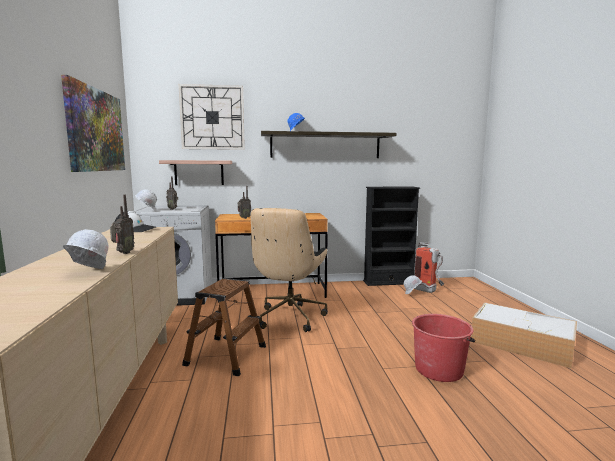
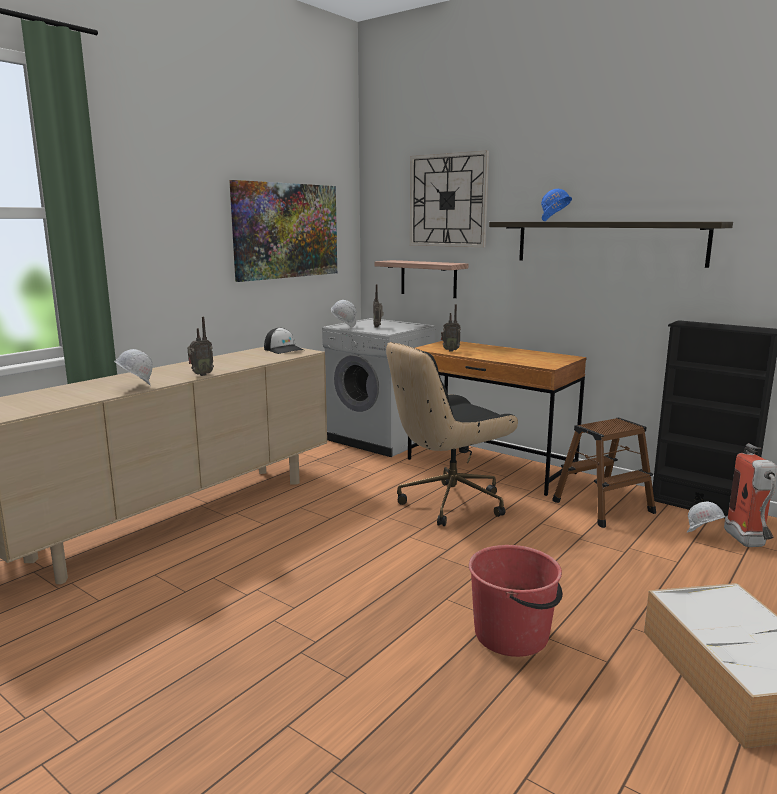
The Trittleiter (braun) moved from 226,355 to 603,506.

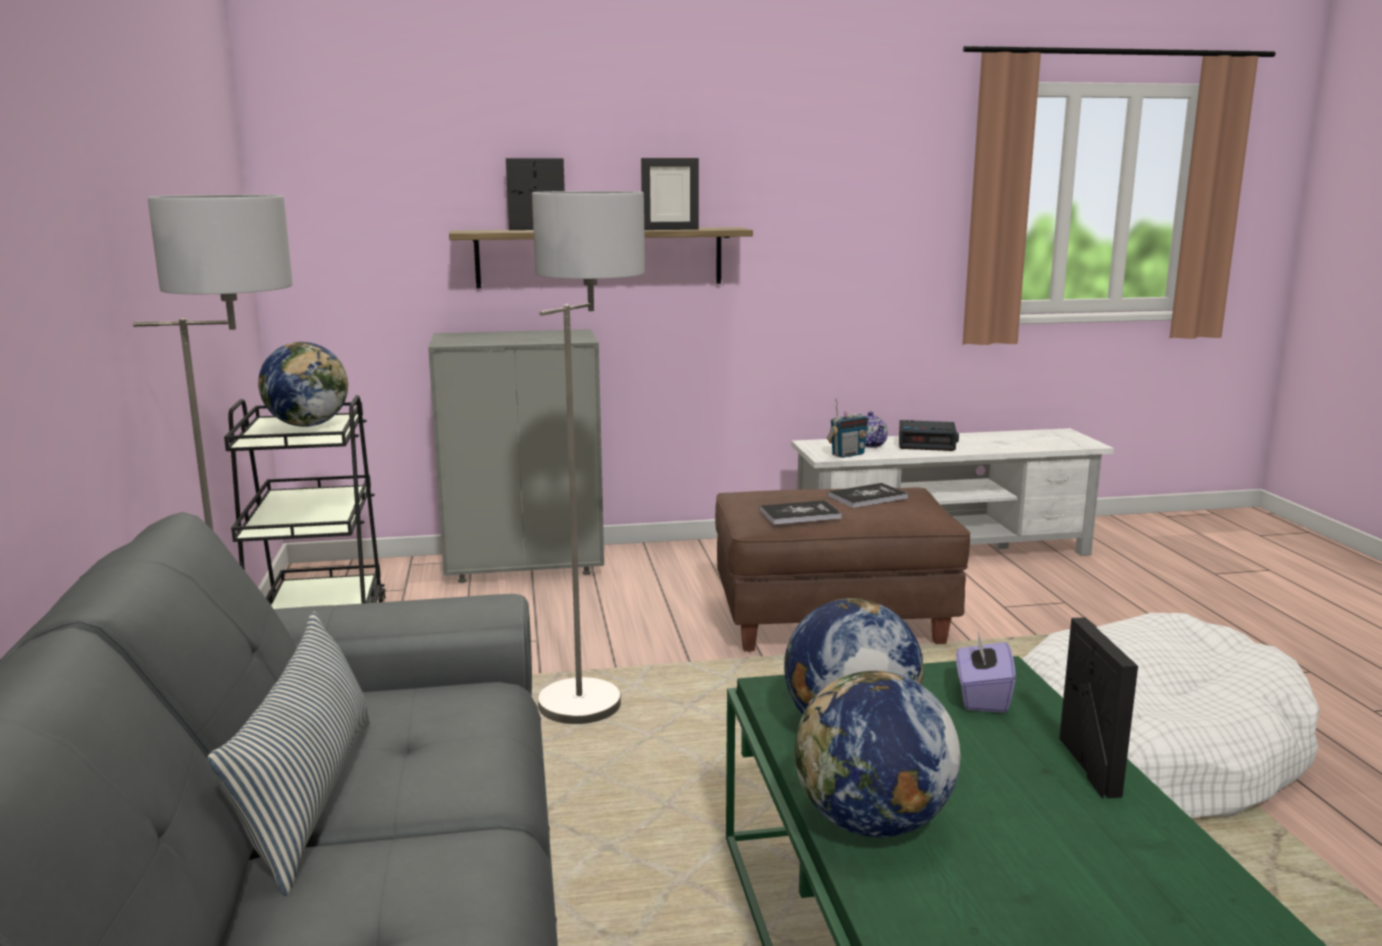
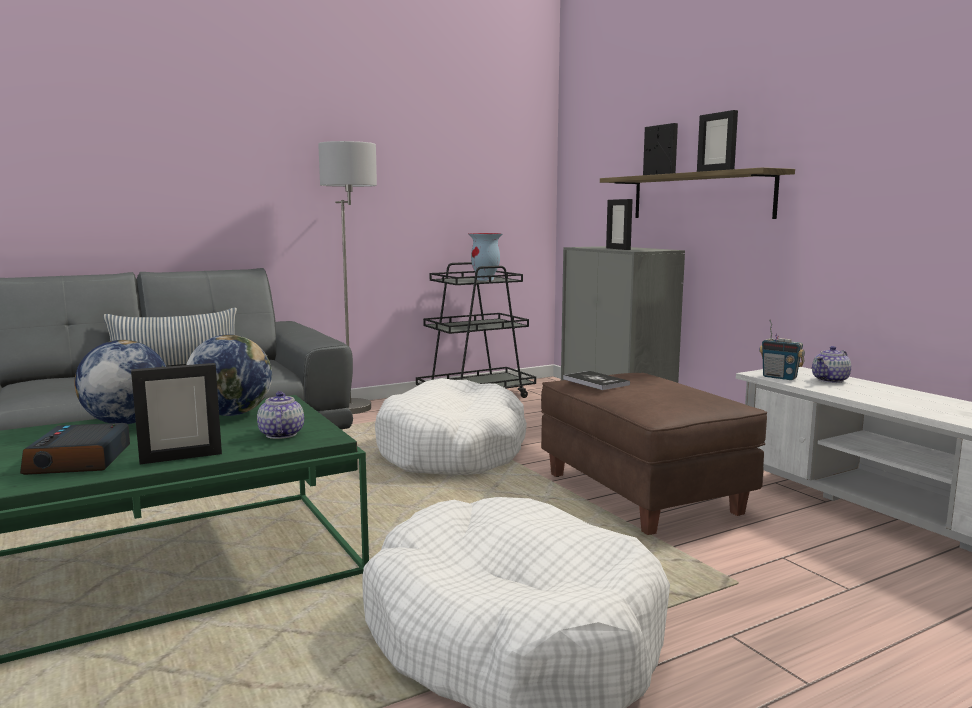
The Globus at 308,425 was replaced by the Vase at 486,279.
The Stehlampe (grau) at 594,695 was replaced by the Hundebett (weiß) at 453,450.
The Buch at 867,497 disappeared.
The Wecker moved from 927,443 to 80,460.
The Taschentuchbox (lila) at 982,697 was replaced by the Teekanne at 280,434.
The Bilderrahmen at 618,249 appeared.

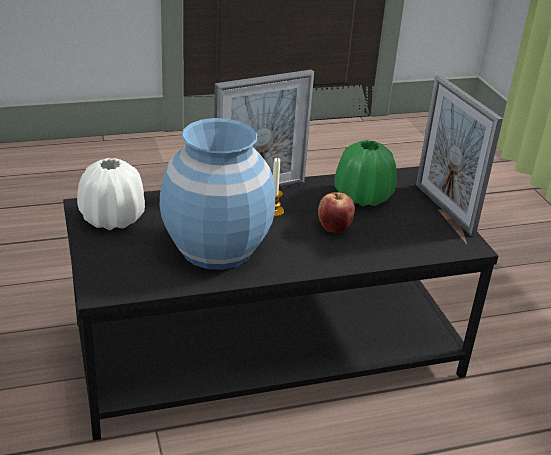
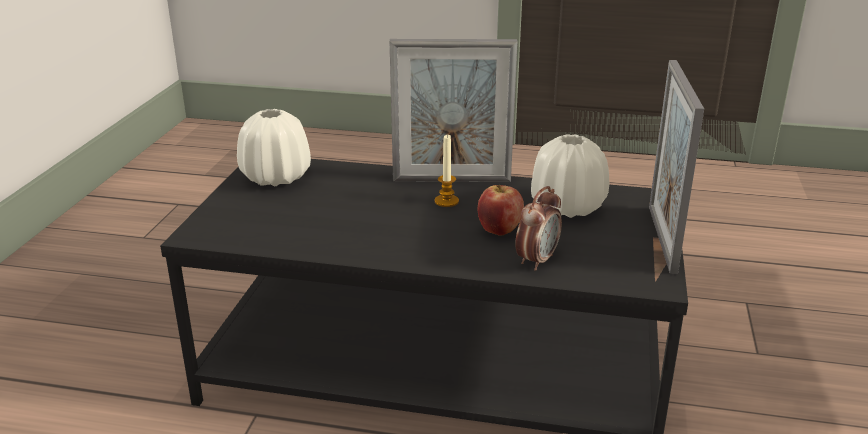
The Vase (blau) at 216,249 disappeared.
The Vase (grün) at 363,197 became the Vase (weiß) at 567,207.
The Wecker at 537,260 appeared.

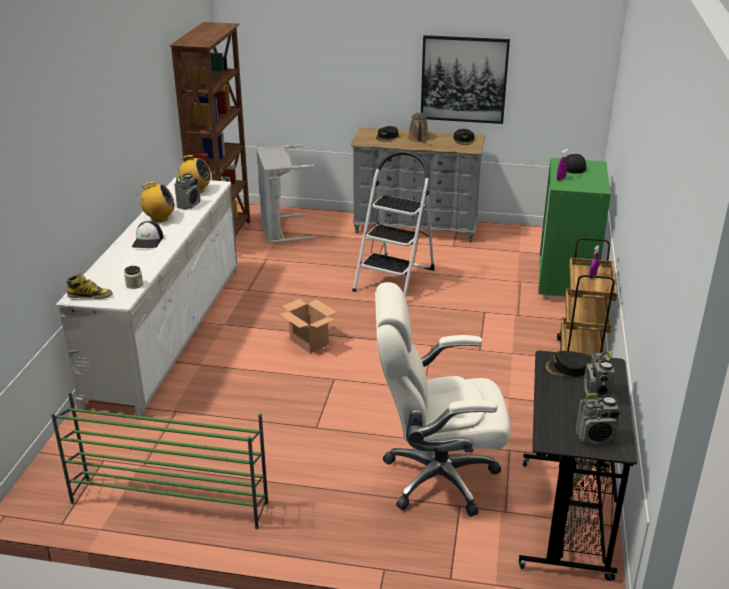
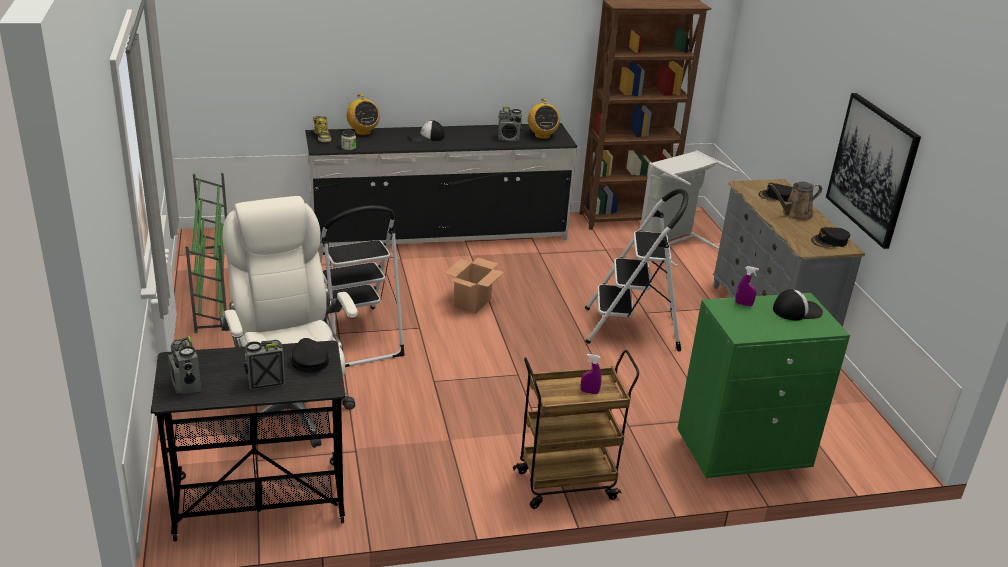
The Schrank (weiß) at 167,333 became the Schrank (schwarz) at 437,233.
The Radio moved from 159,218 to 363,132.
The Trittleiter at 356,338 appeared.

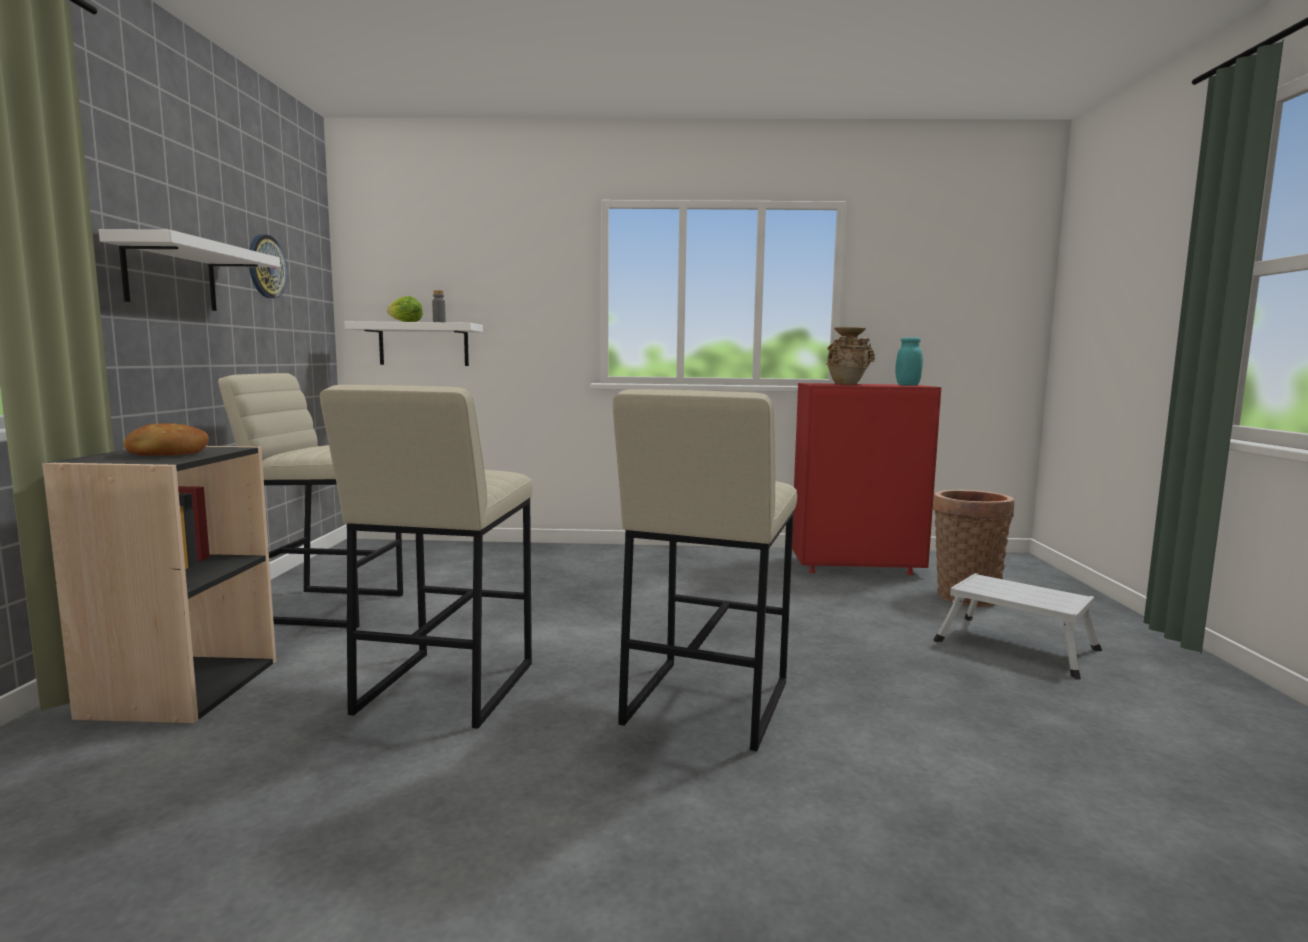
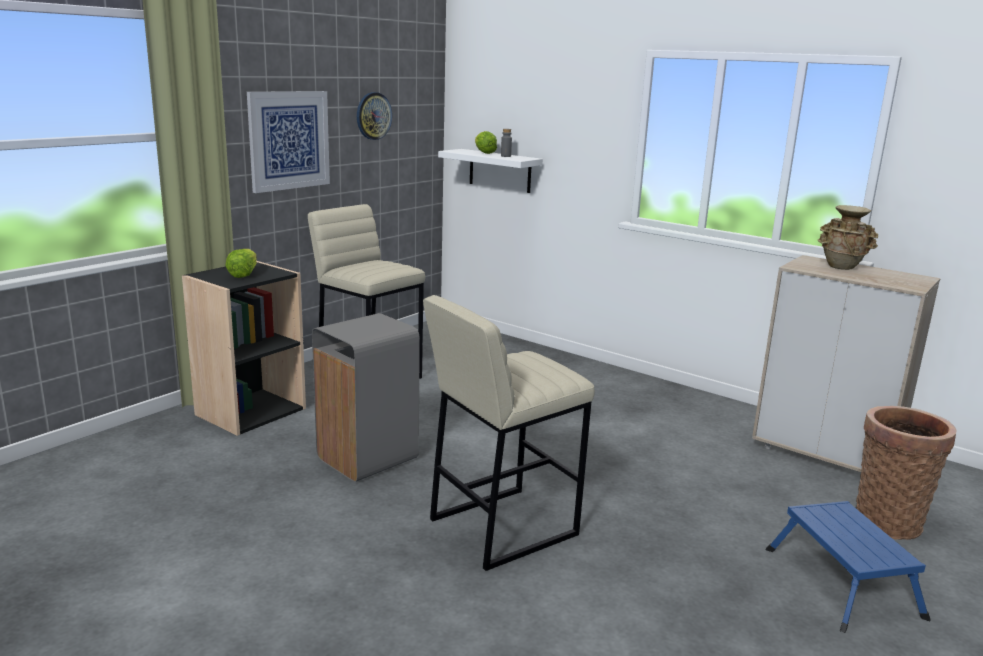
The Wandregal (weiß) at 170,275 was replaced by the Bild at 289,140.
The Brot at 167,453 was replaced by the Salatkopf at 243,274.
The Hocker (beige) at 444,690 was replaced by the Mülleimer (grau) at 366,458.
The Schrank (rot) at 857,566 became the Schrank (beige) at 826,455.
The Vorratsglas (türkis) at 907,385 disappeared.
The Trittleiter (weiß) at 1017,645 became the Trittleiter (blau) at 843,583.

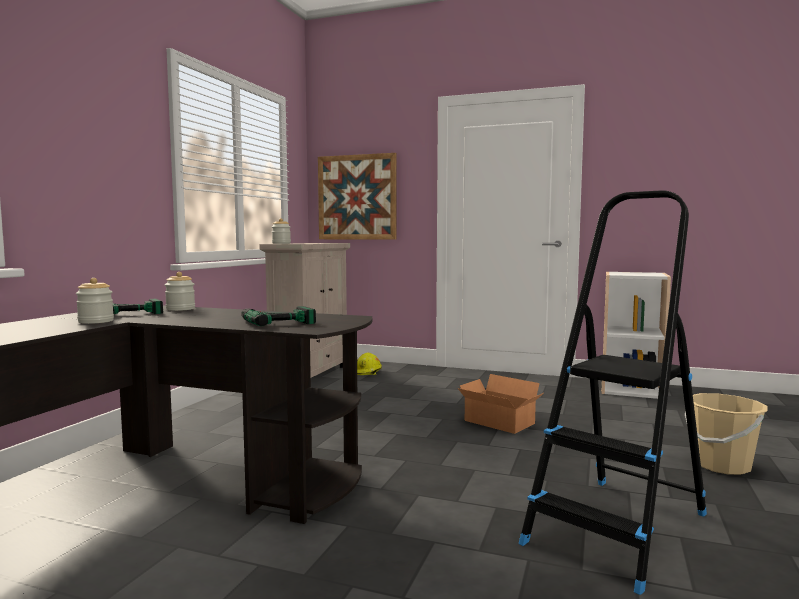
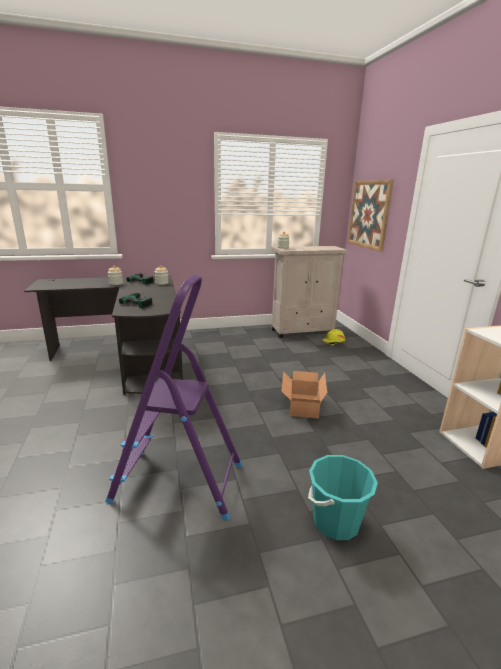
The Trittleiter (schwarz) at 616,528 became the Trittleiter (lila) at 177,482.
The Eimer (beige) at 721,465 became the Eimer (türkis) at 336,521.

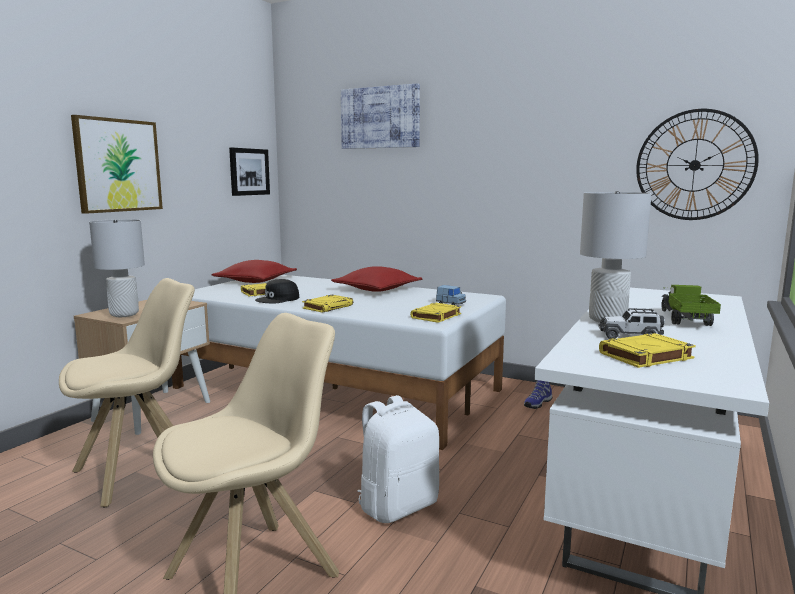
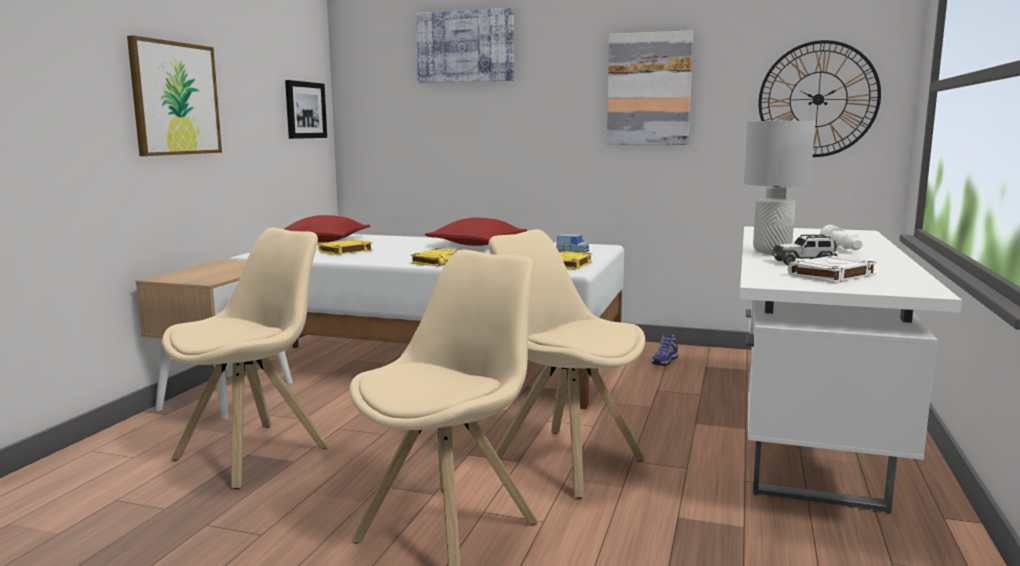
The Tischlampe (grau) at 124,316 disappeared.
The Kappe (schwarz) at 278,299 disappeared.
The Rucksack (weiß) at 397,506 was replaced by the Stuhl (beige) at 565,460.
The Buch (gelb) at 645,356 became the Buch (weiß) at 831,275.
The Spielzeuglaster at 685,319 was replaced by the Taschenlampe (weiß) at 841,249.
The Bild at 649,89 appeared.

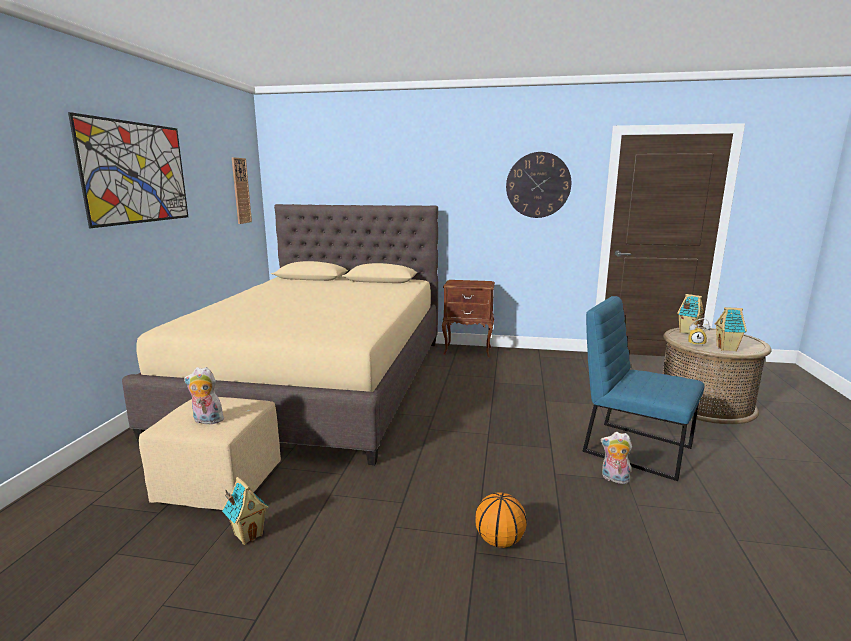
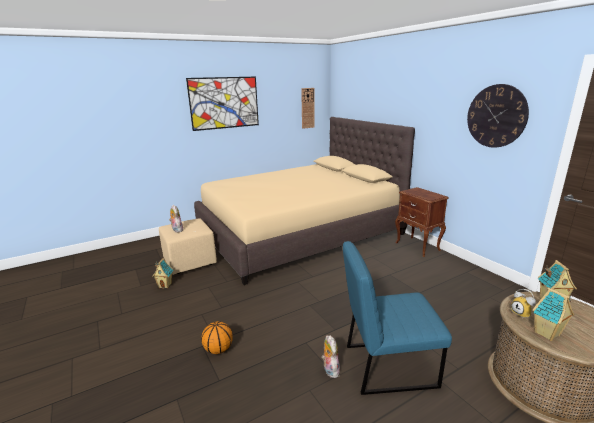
The Stuhl (blau) at 633,448 turned 90 degrees counterclockwise.

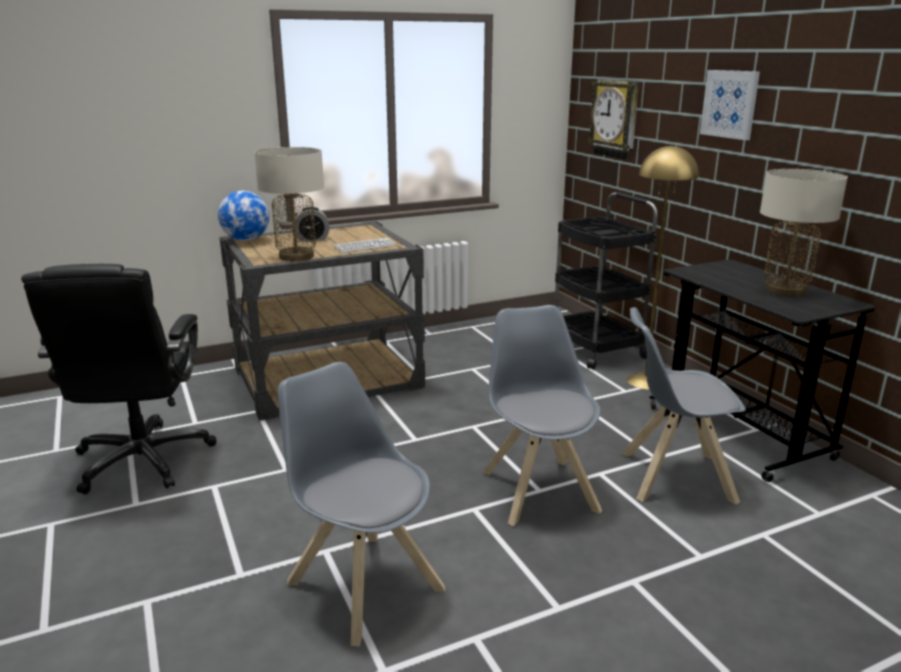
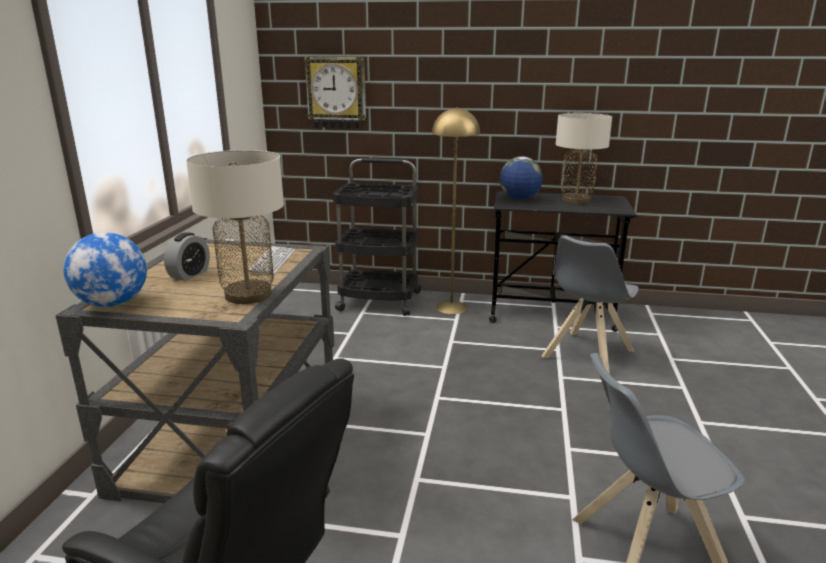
The Stuhl (grau) at 538,489 disappeared.
The Bild at 730,104 disappeared.
The Globus at 519,199 appeared.

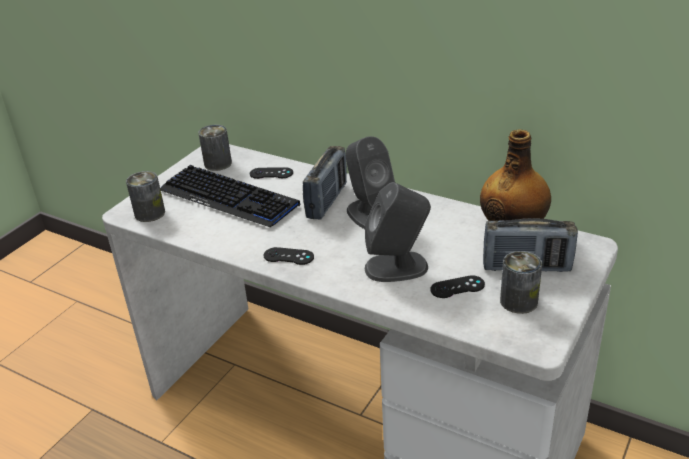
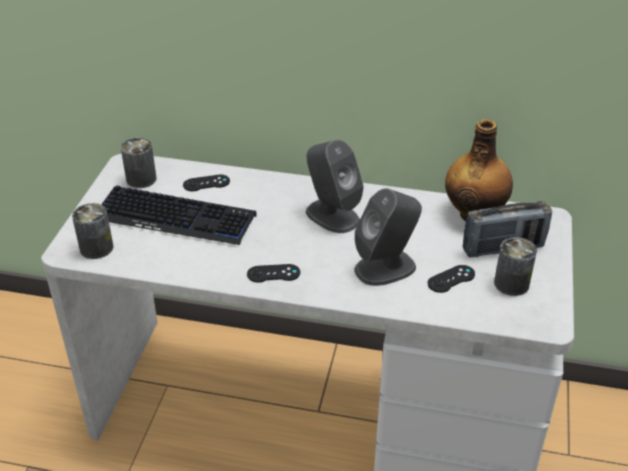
The Radio at 327,201 disappeared.

